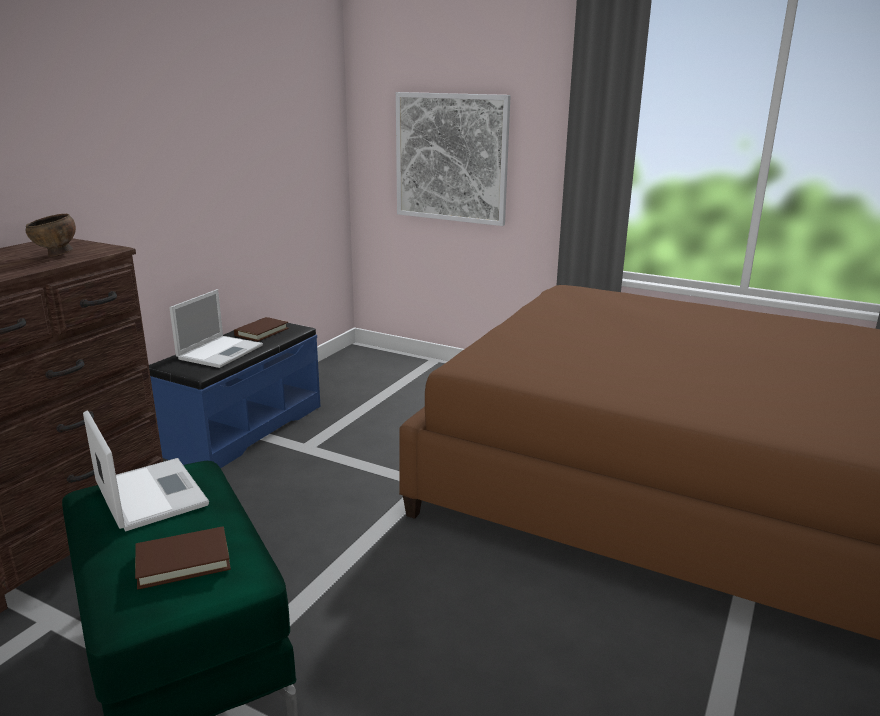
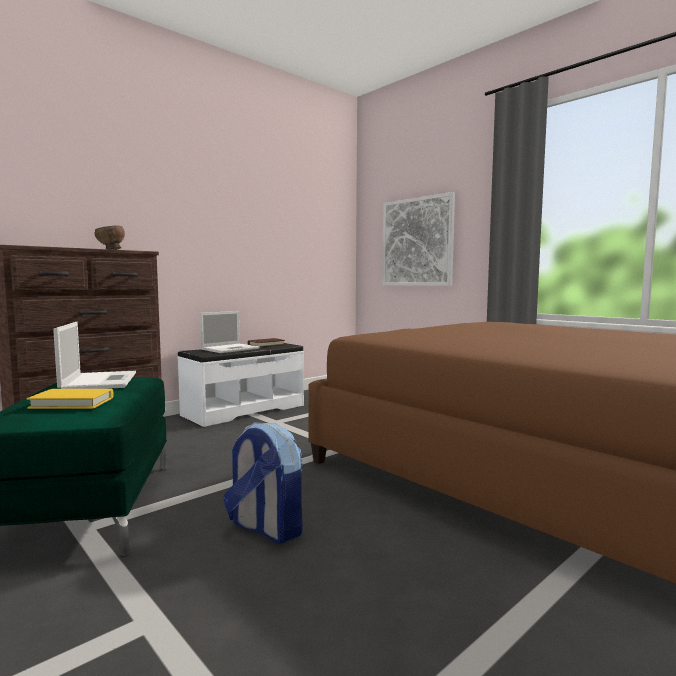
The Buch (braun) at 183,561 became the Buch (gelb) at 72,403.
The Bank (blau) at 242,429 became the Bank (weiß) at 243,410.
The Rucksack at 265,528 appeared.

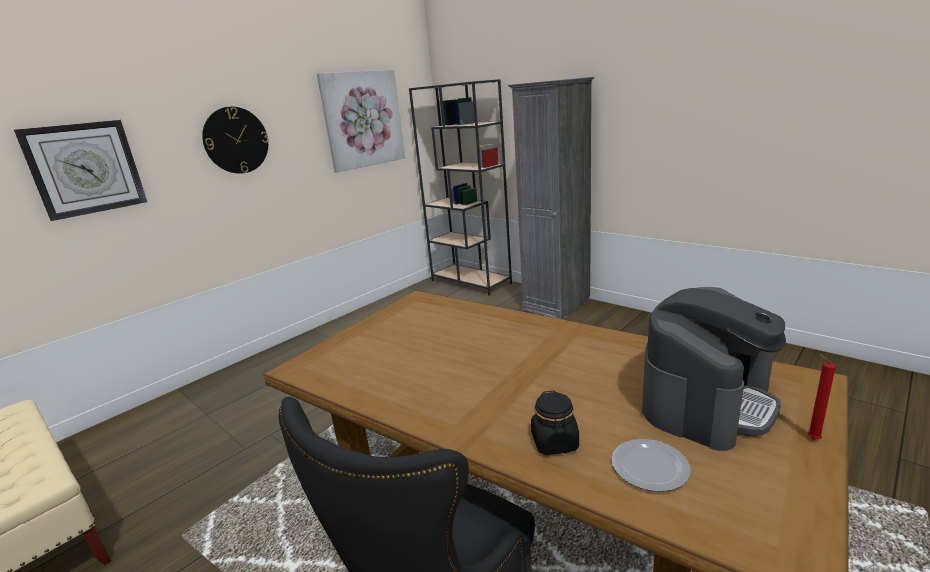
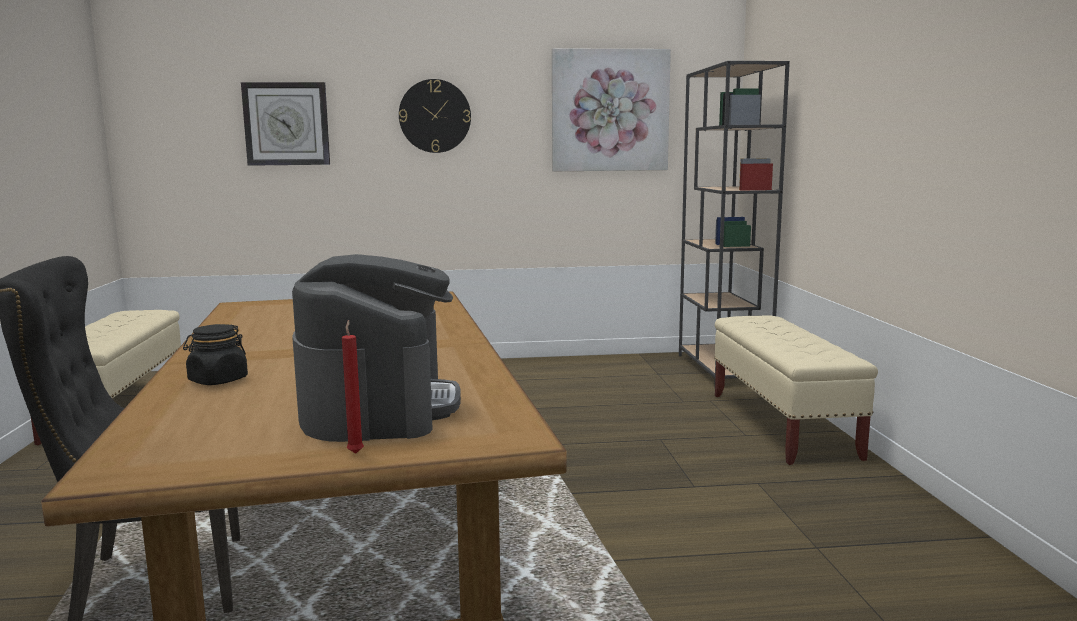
The Schrank (grau) at 556,305 was replaced by the Bank (beige) at 782,425.
The Teller at 649,468 disappeared.
The Kaffeemaschine at 706,401 turned 90 degrees counterclockwise.

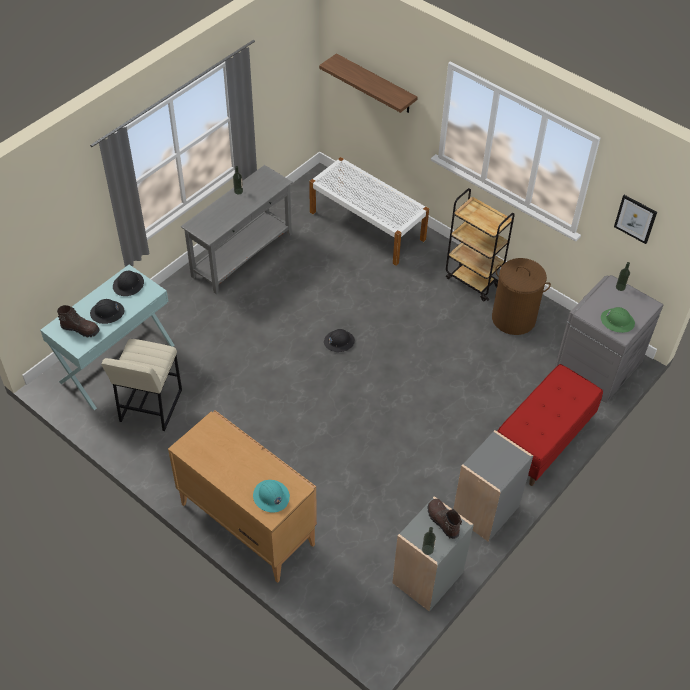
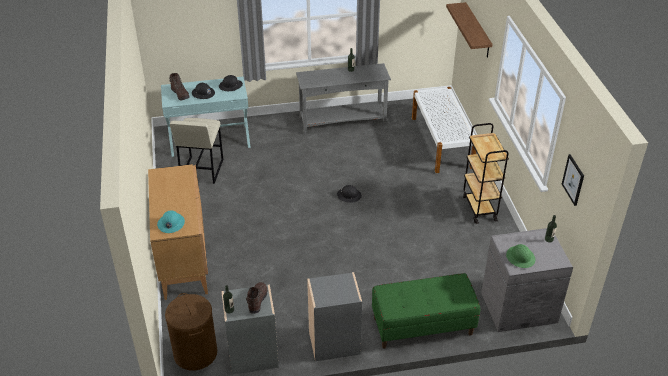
The Stuhl (beige) at 150,407 turned 45 degrees counterclockwise.
The Wäschekorb (braun) moved from 514,318 to 195,353.
The Bank (rot) at 542,440 became the Bank (grün) at 422,326.

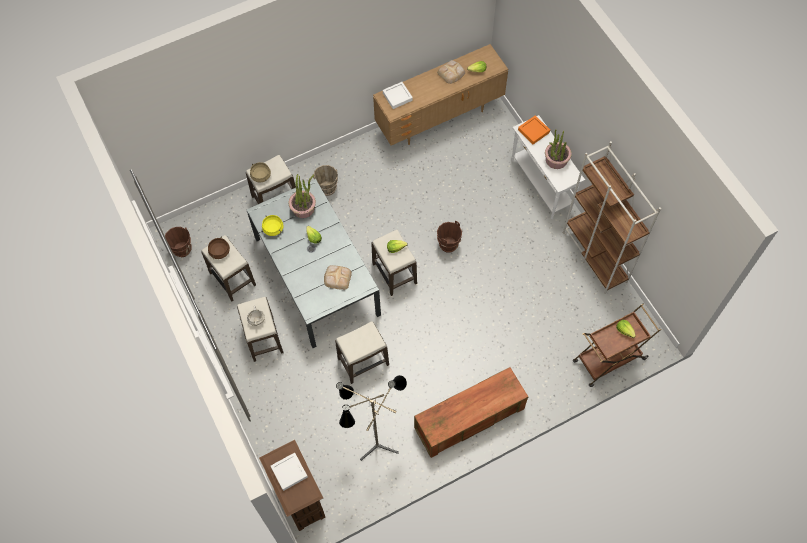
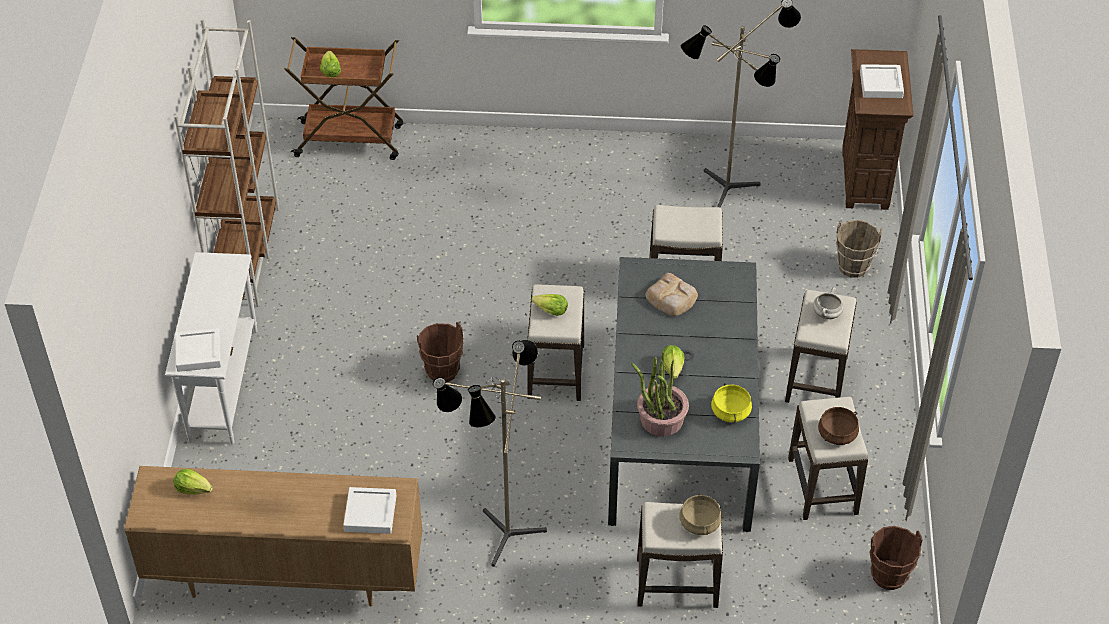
The Eimer (braun) moved from 327,188 to 853,267.
The Bank (braun) at 469,419 disappeared.
The Brot at 451,73 disappeared.
The Tablett (orange) at 533,131 became the Tablett (weiß) at 199,353.
The Topfpflanze at 556,160 disappeared.
The Stehlampe at 499,534 appeared.

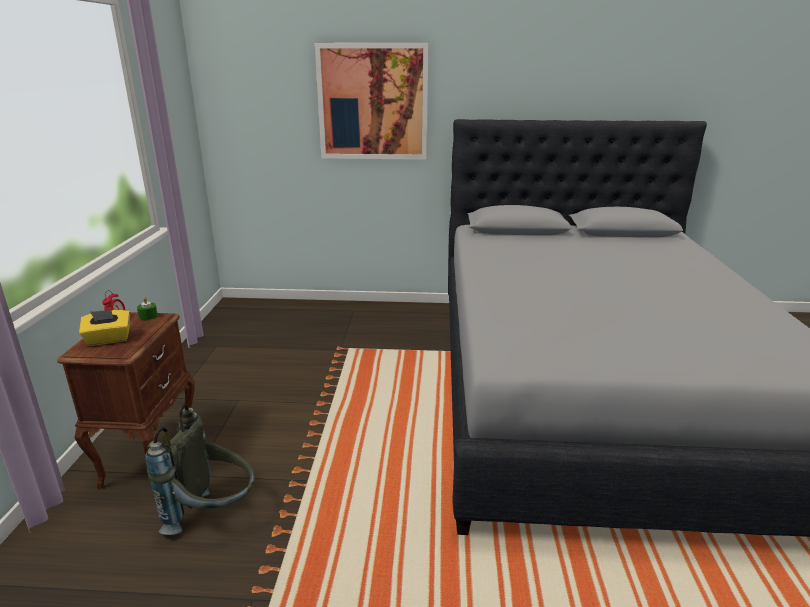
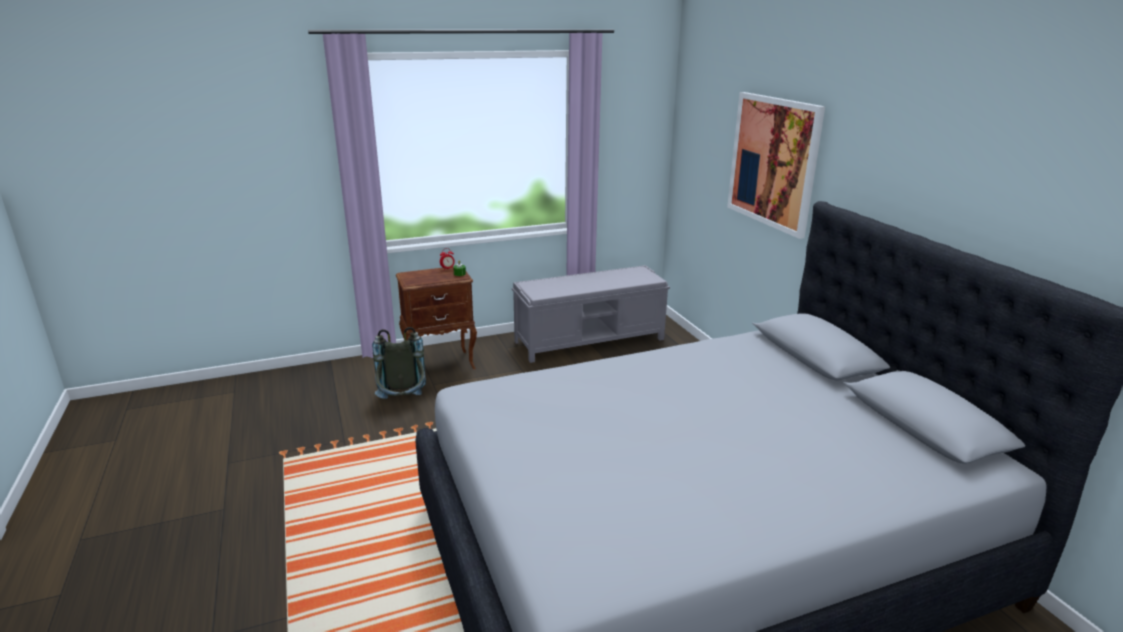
The Taschentuchbox (gelb) at 109,339 disappeared.
The Bank (grau) at 590,340 appeared.

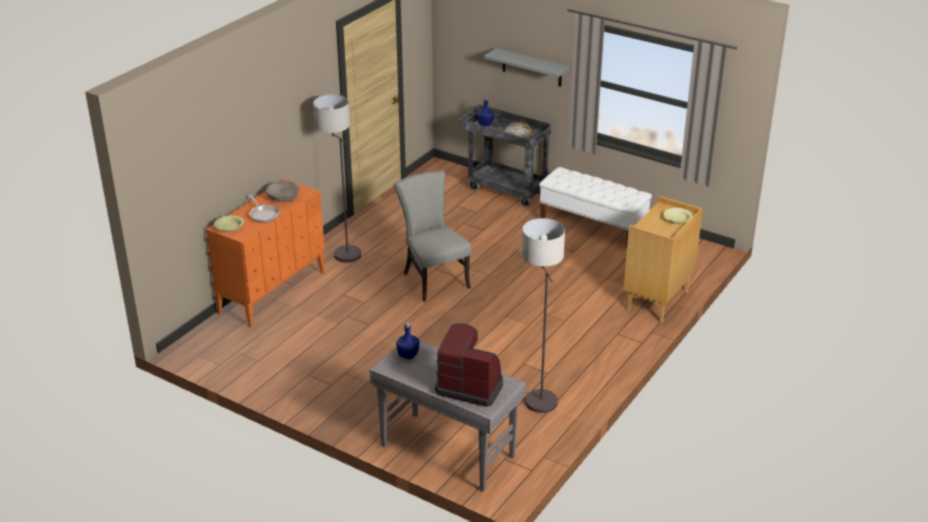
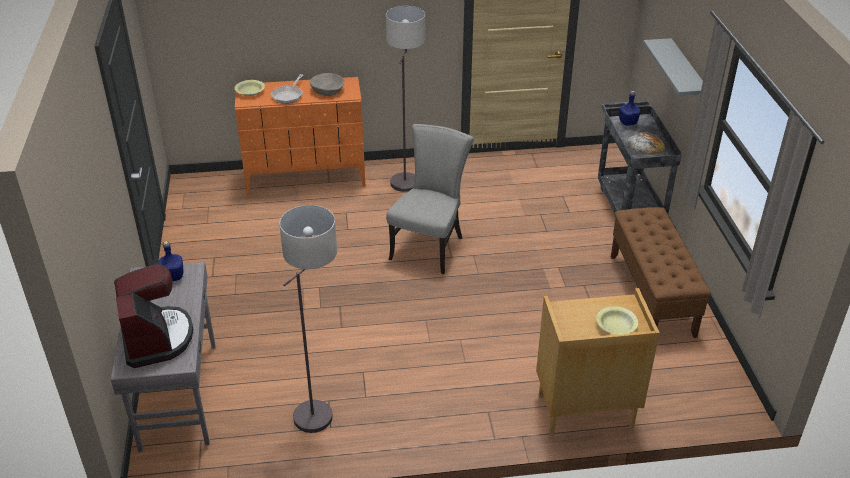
The Bank (weiß) at 593,227 became the Bank (braun) at 652,295.

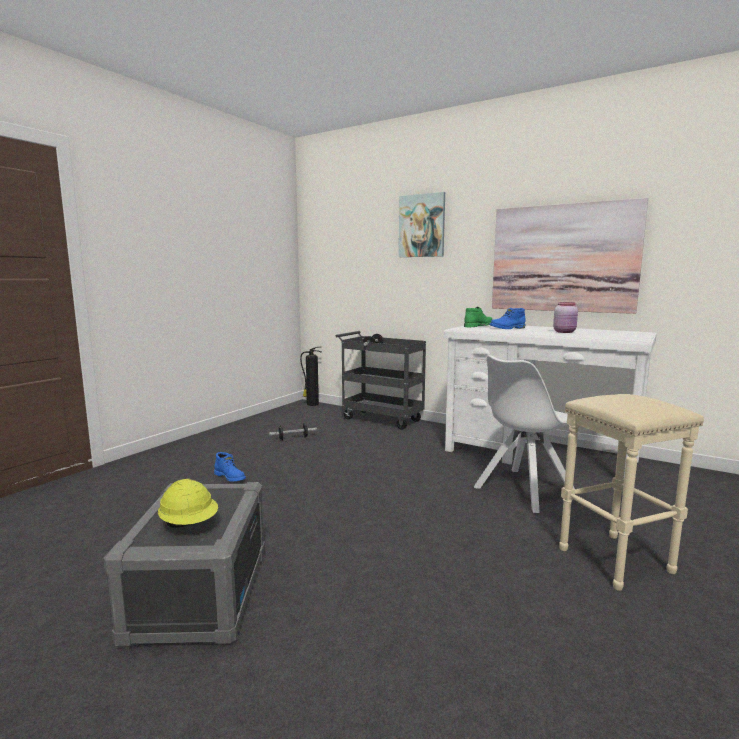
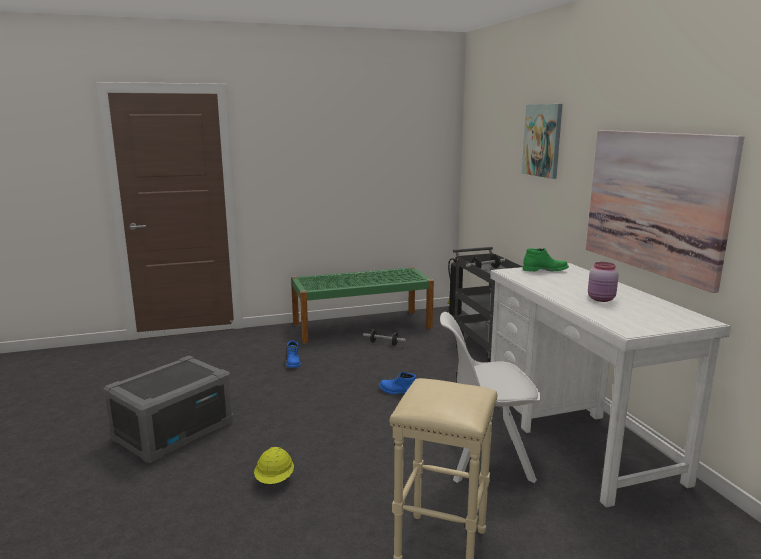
The Schutzhelm (gelb) moved from 190,525 to 275,480.
The Stiefel (blau) moved from 507,328 to 398,392.
The Bank (grün) at 362,326 appeared.

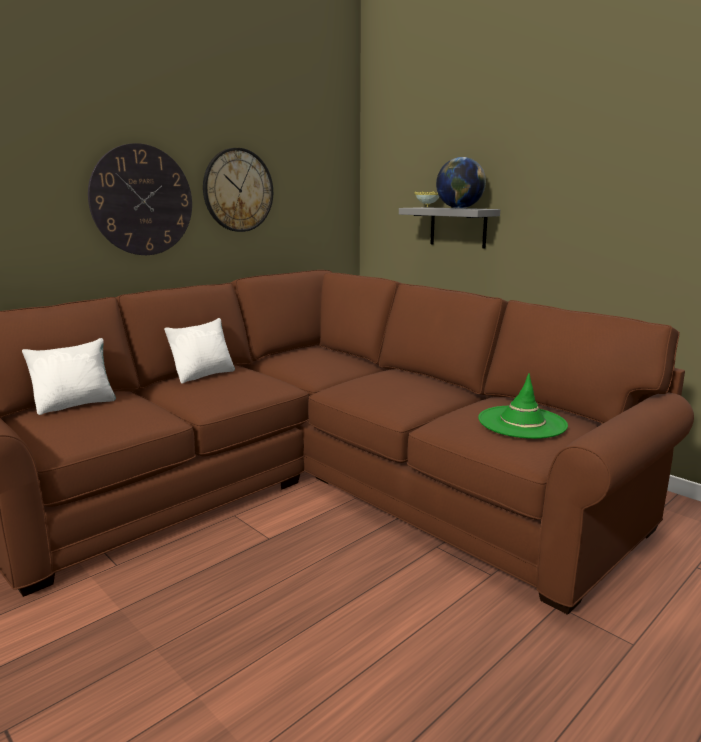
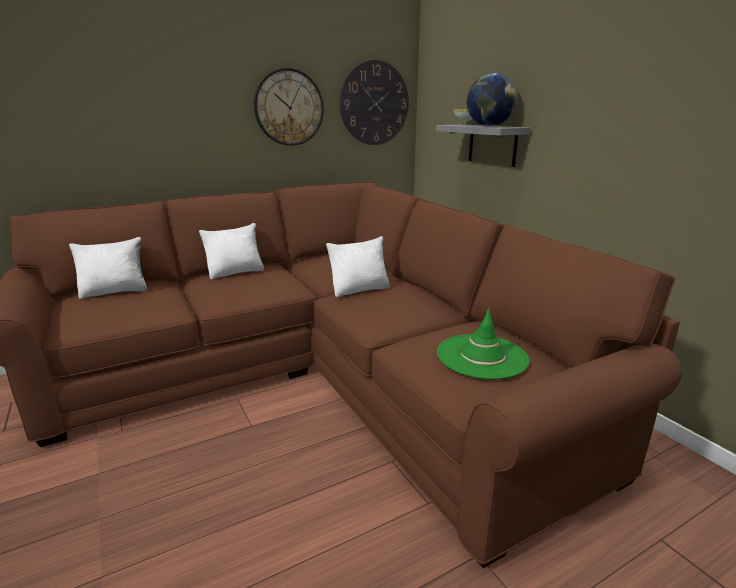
The Wanduhr moved from 142,200 to 374,103.
The Kissen (weiß) at 360,290 appeared.

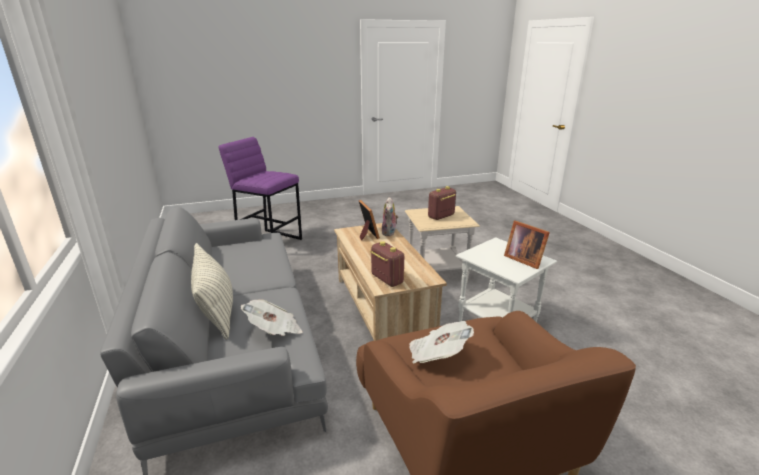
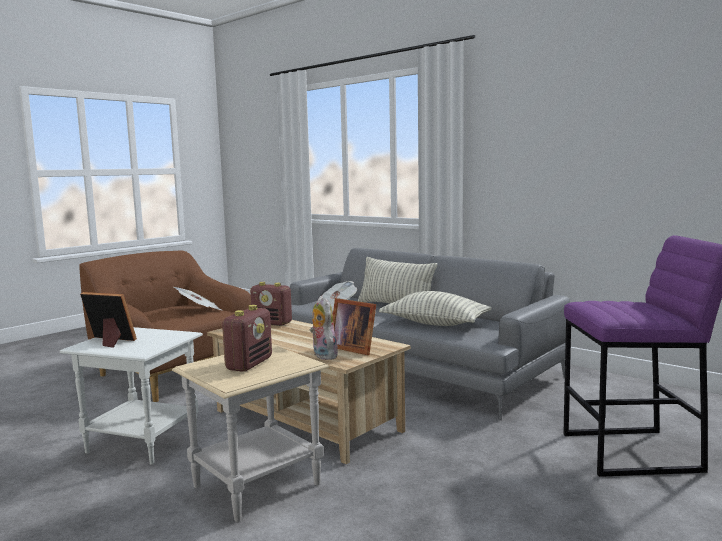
The Kissen at 435,324 appeared.

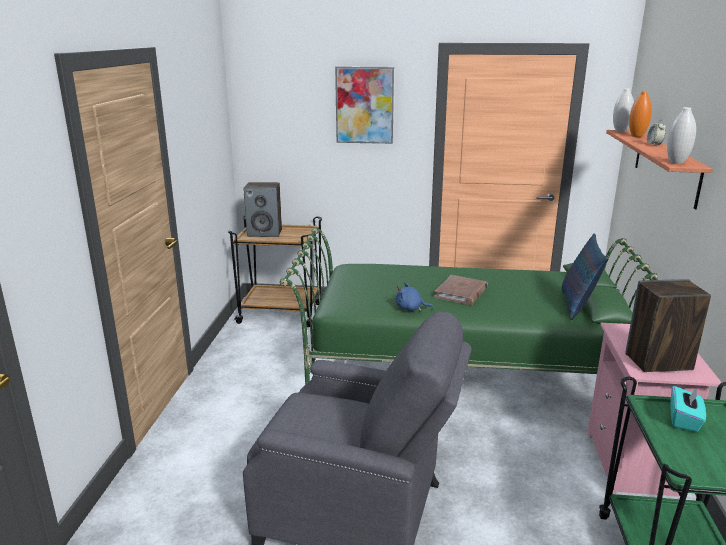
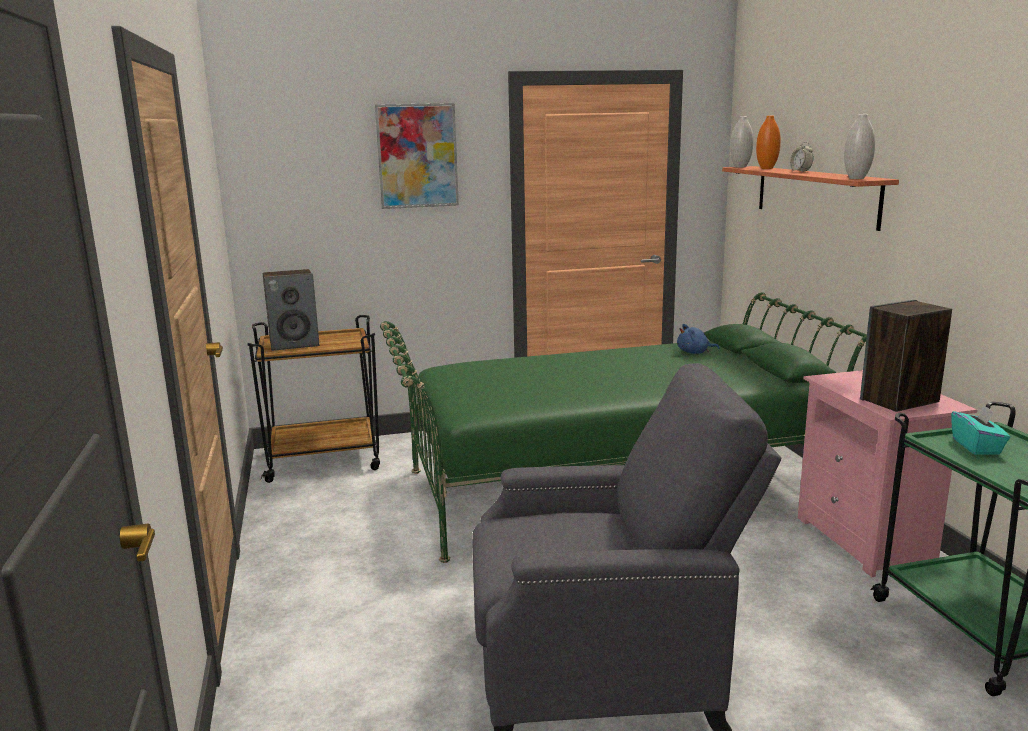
The Plüschtier (blau) moved from 410,308 to 694,352.
The Buch (braun) at 461,293 disappeared.
The Kissen (blau) at 577,306 disappeared.

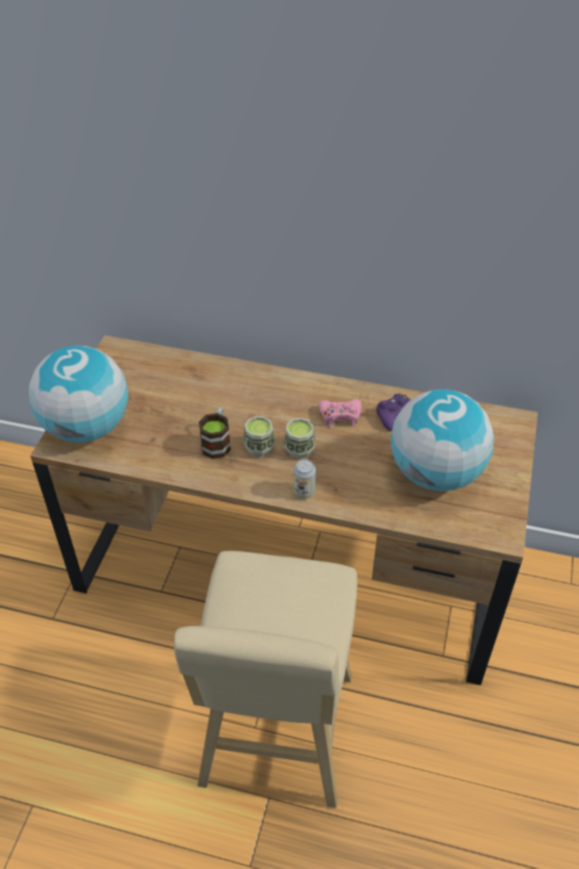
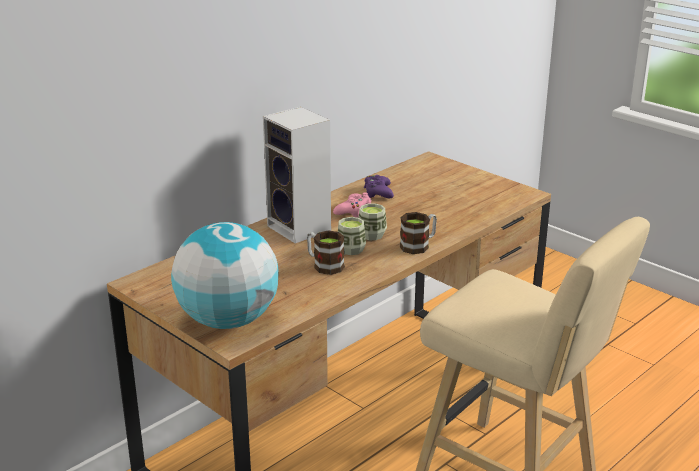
The Dose at 304,492 was replaced by the Henkelbecher at 419,245.
The Globus at 435,473 disappeared.
The Lautsprecher at 301,229 appeared.

